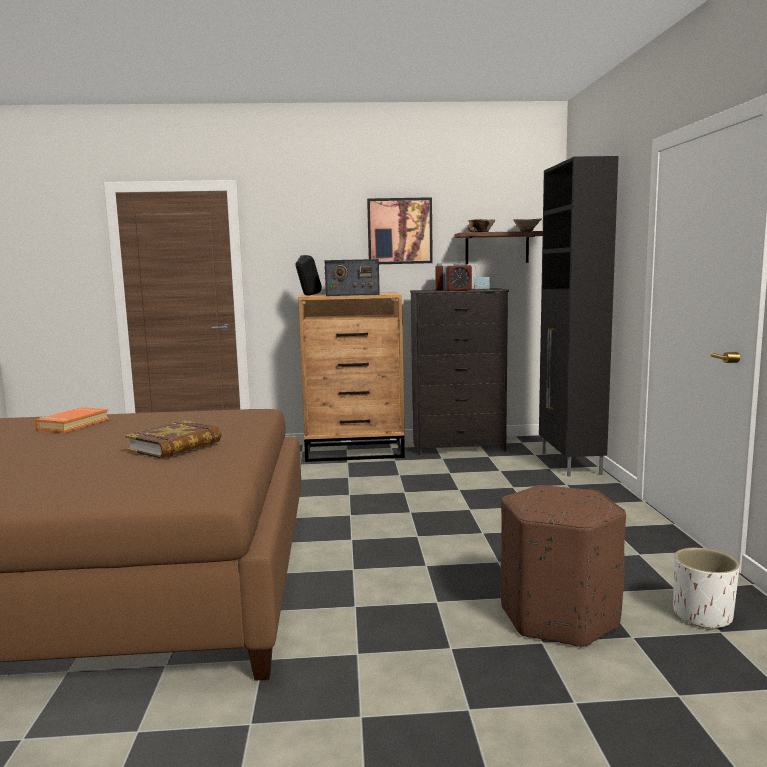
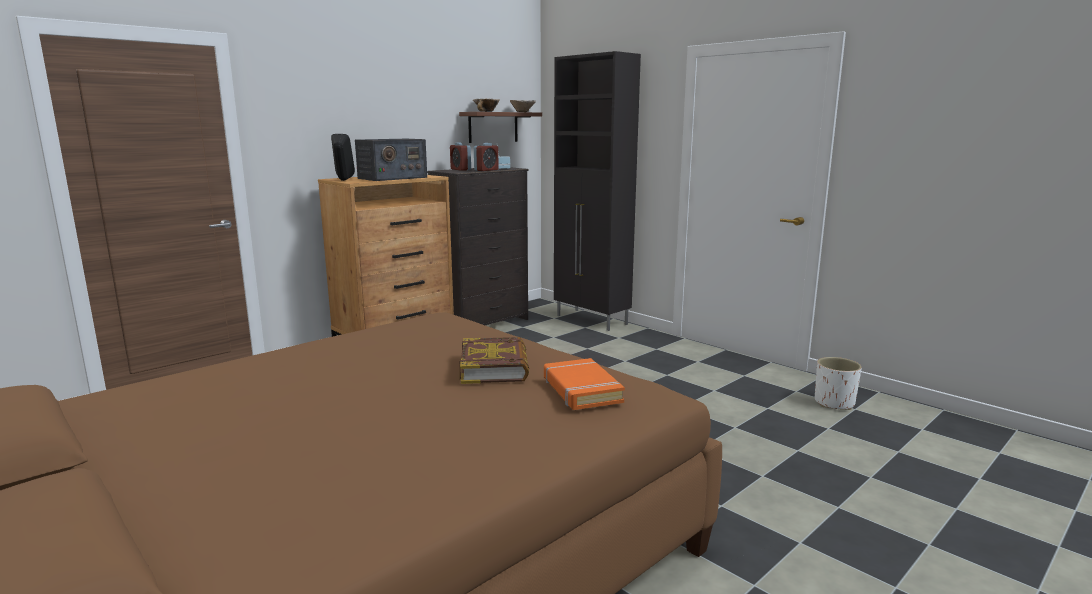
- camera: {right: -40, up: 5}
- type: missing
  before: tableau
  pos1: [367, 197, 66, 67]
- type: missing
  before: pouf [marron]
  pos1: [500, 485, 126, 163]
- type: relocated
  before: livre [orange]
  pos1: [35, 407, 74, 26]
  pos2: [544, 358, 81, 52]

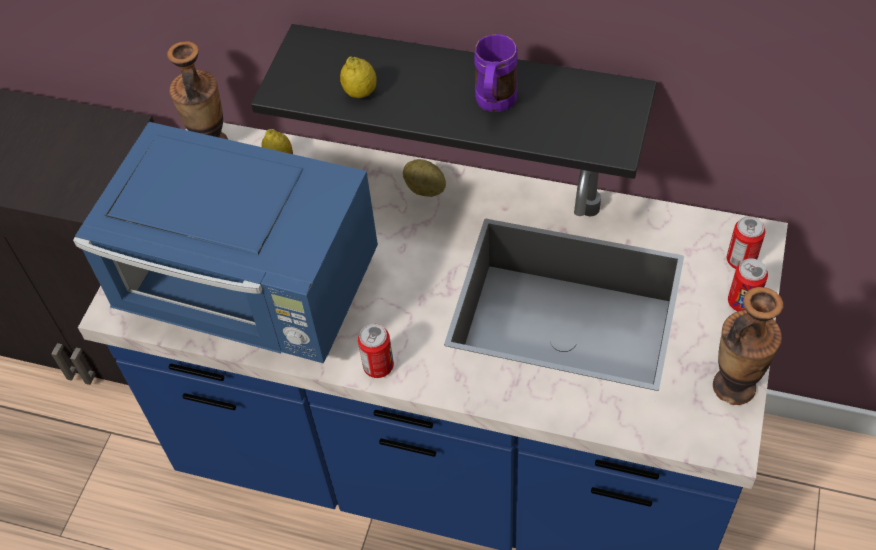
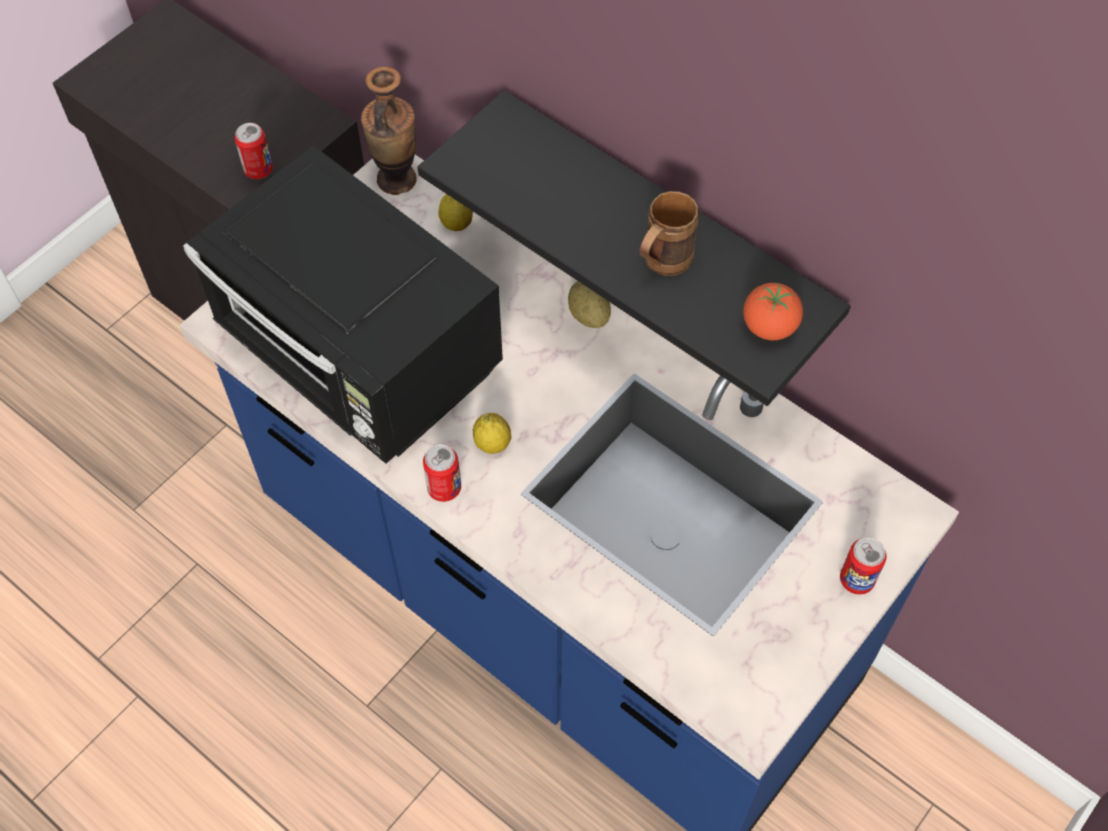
- camera: {right: 20, up: 5}
- type: missing
  before: vase
  pos1: [713, 287, 70, 118]
- type: appeared
  after: tomate
  pos2: [743, 283, 60, 57]
- type: relocated
  before: citron
  pos1: [340, 56, 37, 42]
  pos2: [473, 413, 38, 41]
- type: relocated
  before: boîte métallique
  pos1: [727, 216, 38, 53]
  pos2: [235, 123, 38, 56]
- type: colour
  before: micro-ondes [bleu]
  after: micro-ondes [noir]
  pos1: [73, 122, 305, 241]
  pos2: [183, 145, 320, 319]
- type: colour
  before: mug [violet]
  after: mug [marron]
  pos1: [474, 34, 44, 78]
  pos2: [640, 191, 59, 85]

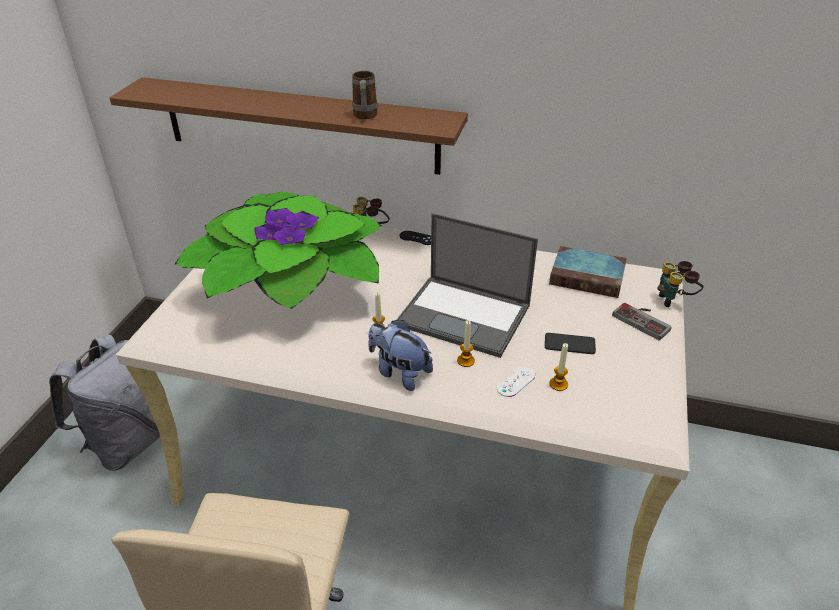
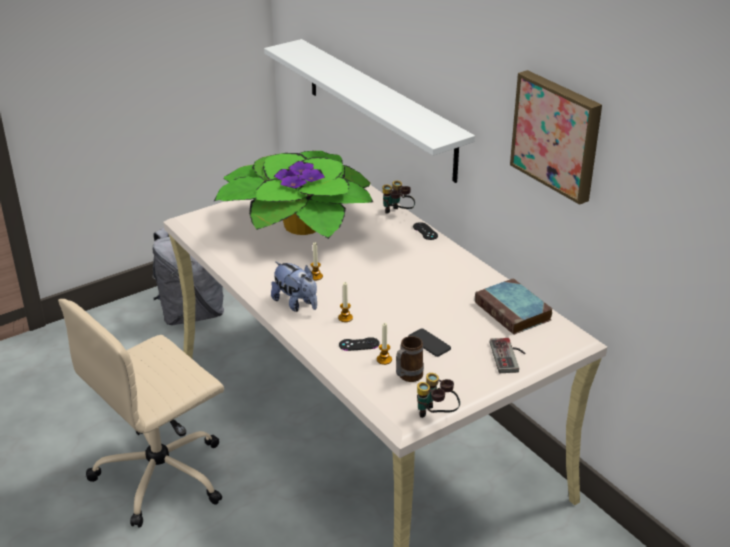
- camera: {right: 40, up: -5}
- type: missing
  before: ordinateur portable
  pos1: [397, 213, 141, 145]
- type: appeared
  after: tableau
  pos2: [510, 70, 92, 135]
- type: relocated
  before: mug
  pos1: [352, 71, 26, 48]
  pos2: [396, 336, 28, 46]
- type: relocated
  before: jumelles
  pos1: [657, 261, 47, 46]
  pos2: [417, 373, 43, 45]
- type: colour
  before: étagère [marron]
  after: étagère [blanc]
  pos1: [110, 77, 358, 98]
  pos2: [264, 39, 211, 144]
- type: colour
  before: manette [blanc]
  after: manette [noir]
  pos1: [497, 366, 38, 31]
  pos2: [339, 337, 40, 14]
- type: spun
  before: peluche
  pos1: [368, 320, 65, 71]
  pos2: [271, 261, 46, 51]
  turn: 150

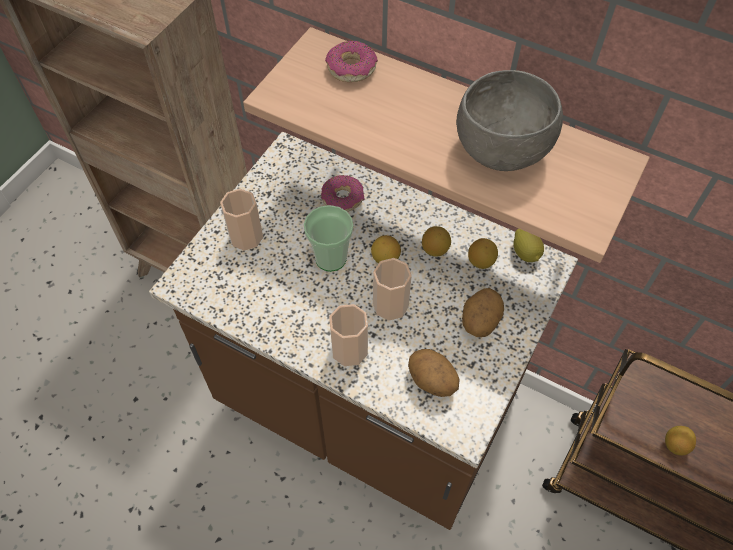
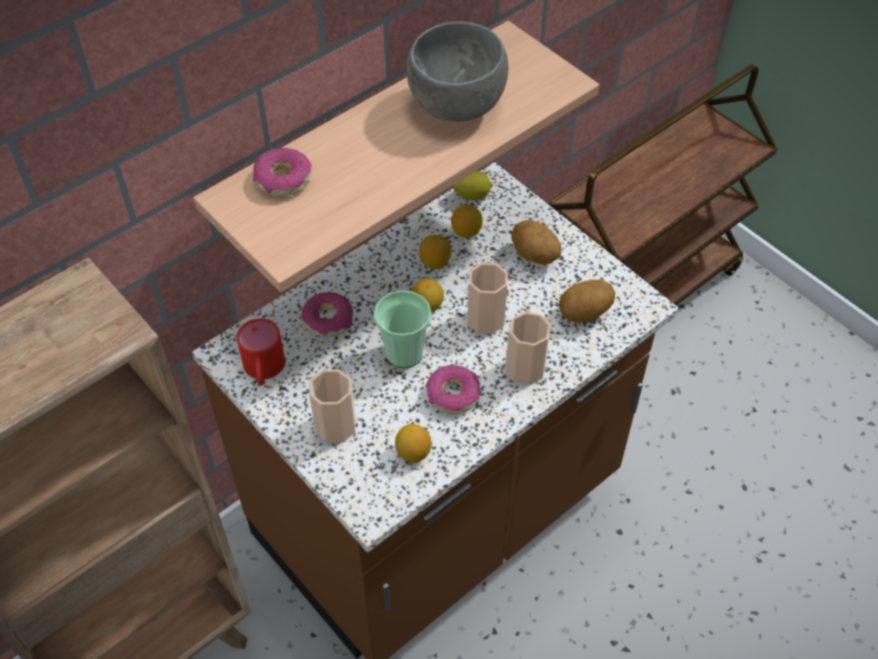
- camera: {right: -70, up: -5}
- type: appeared
  after: mug [rouge]
  pos2: [237, 319, 48, 67]
- type: appeared
  after: beignet
  pos2: [426, 365, 55, 50]
- type: relocated
  before: citron
  pos1: [665, 426, 31, 30]
  pos2: [395, 424, 36, 39]

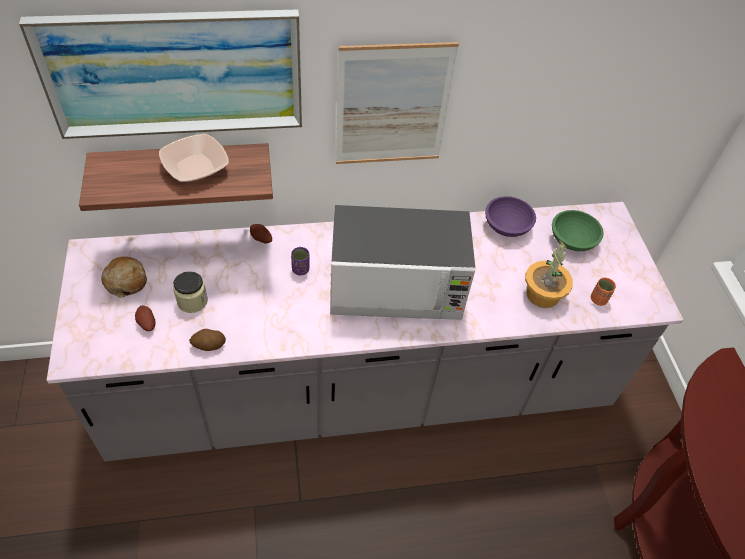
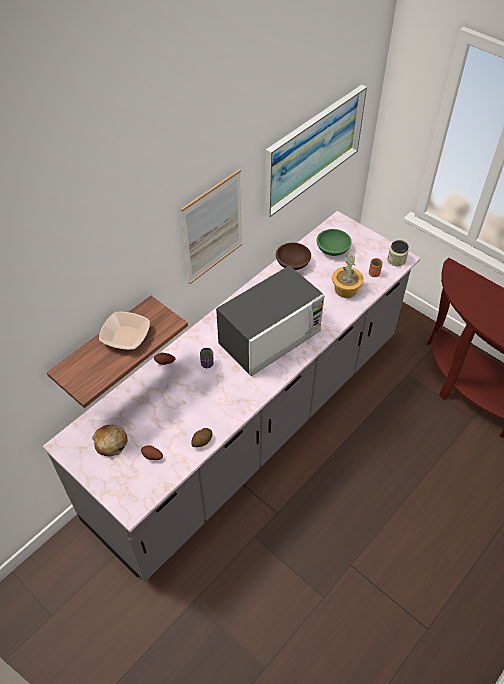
- camera: {right: -35, up: 0}
- type: relocated
  before: tableau
  pos1: [19, 9, 283, 130]
  pos2: [265, 85, 102, 133]
- type: relocated
  before: bocal
  pos1: [173, 271, 35, 42]
  pos2: [387, 240, 22, 26]
- type: colour
  before: bol [violet]
  after: bol [marron]
  pos1: [485, 196, 51, 41]
  pos2: [276, 243, 35, 27]

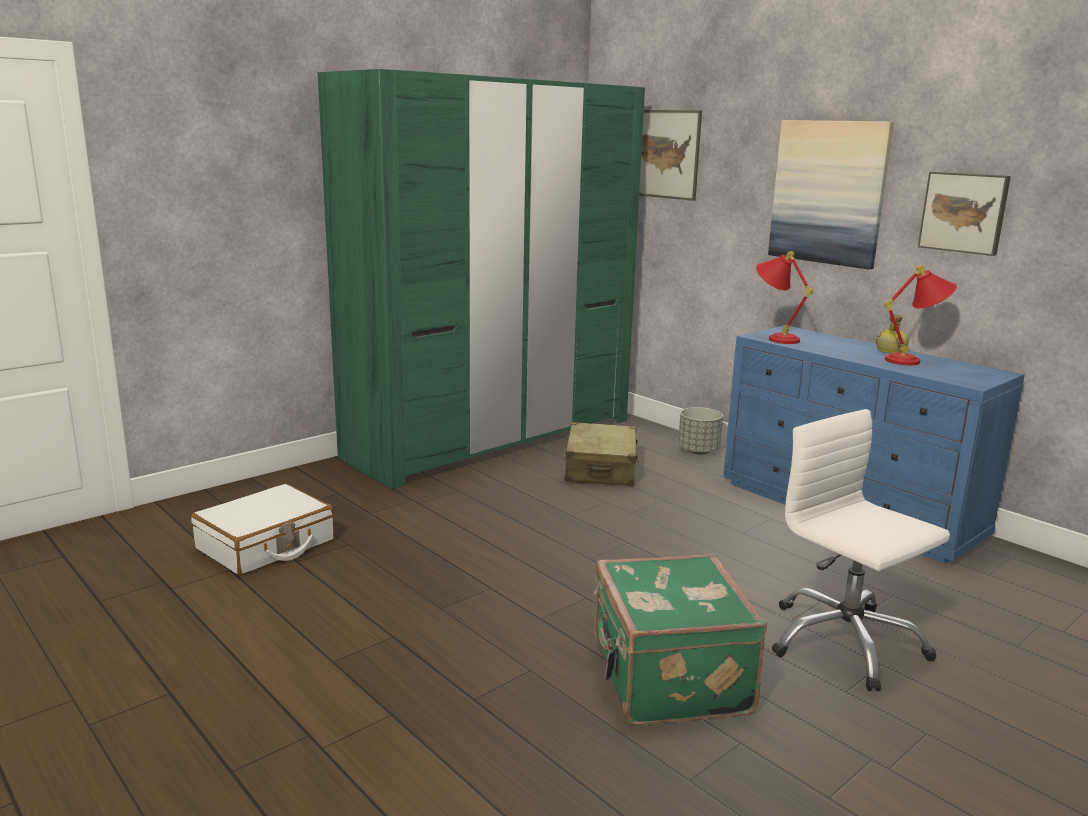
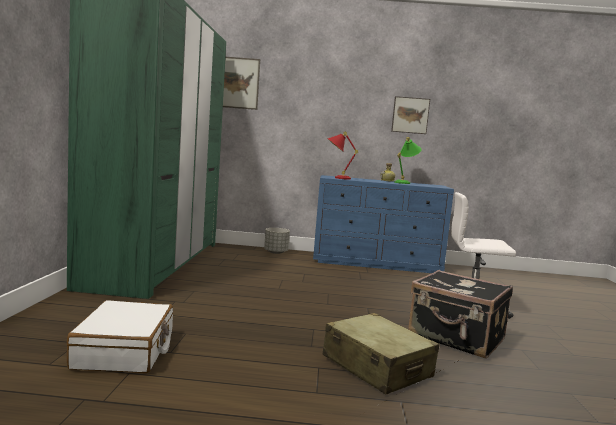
- camera: {right: -45, up: -10}
- type: missing
  before: tableau
  pos1: [768, 120, 126, 150]
- type: relocated
  before: valise [beige]
  pos1: [565, 422, 74, 65]
  pos2: [323, 313, 116, 82]
- type: colour
  before: valise [vert]
  after: valise [noir]
  pos1: [594, 554, 173, 171]
  pos2: [408, 270, 105, 89]
- type: colour
  before: lampe de table [rouge]
  after: lampe de table [vert]
  pos1: [884, 265, 73, 100]
  pos2: [394, 137, 28, 47]

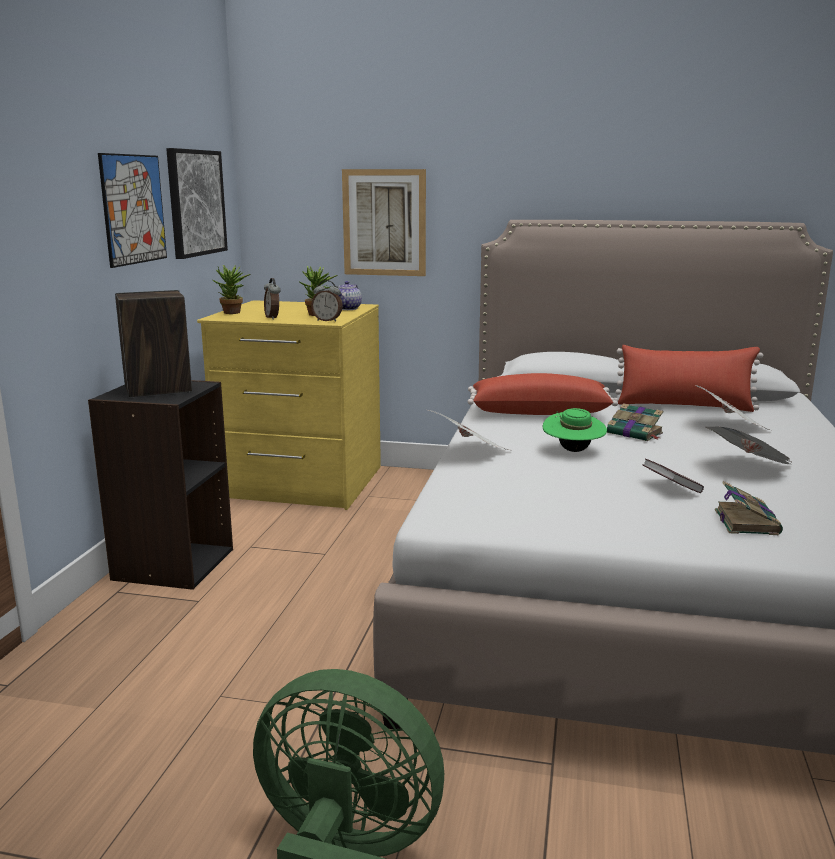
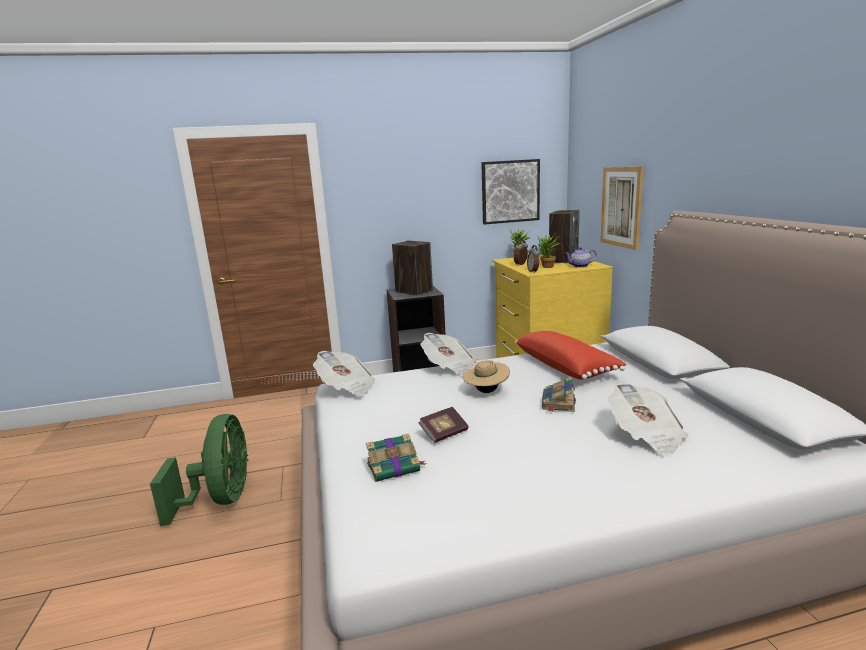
- camera: {right: 65, up: 0}
- type: missing
  before: tableau
  pos1: [98, 153, 69, 115]
- type: missing
  before: coussin [rouge]
  pos1: [614, 345, 149, 67]
- type: appeared
  after: enceinte
  pos2: [549, 210, 31, 53]
- type: relocated
  before: journal
  pos1: [706, 426, 87, 38]
  pos2: [313, 351, 62, 45]
- type: colour
  before: chapeau [vert]
  after: chapeau [beige]
  pos1: [543, 408, 64, 44]
  pos2: [463, 358, 47, 35]

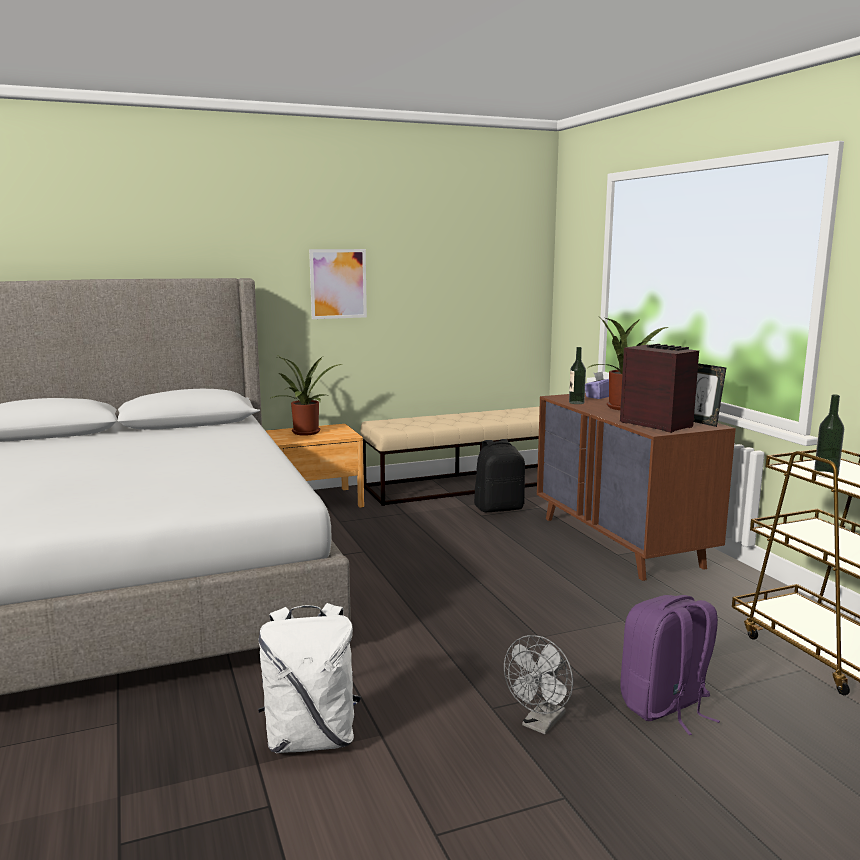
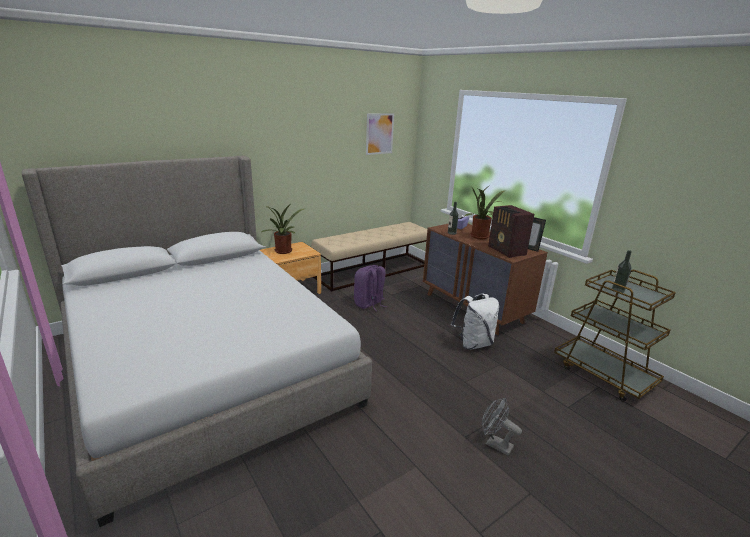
- camera: {right: -15, up: 10}
- type: missing
  before: sac à dos [noir]
  pos1: [474, 439, 51, 73]
- type: relocated
  before: sac à dos [blanc]
  pos1: [258, 603, 103, 150]
  pos2: [451, 293, 48, 57]
- type: relocated
  before: tableau
  pos1: [309, 249, 58, 70]
  pos2: [366, 113, 28, 42]
- type: relocated
  before: sac à dos [violet]
  pos1: [620, 595, 100, 140]
  pos2: [354, 265, 33, 47]
- type: spun
  before: ventilateur [gris]
  pos1: [504, 635, 69, 99]
  pos2: [482, 398, 40, 58]
  turn: 105
- type: spun
  before: radio
  pos1: [620, 344, 79, 89]
  pos2: [488, 205, 46, 53]
  turn: -150

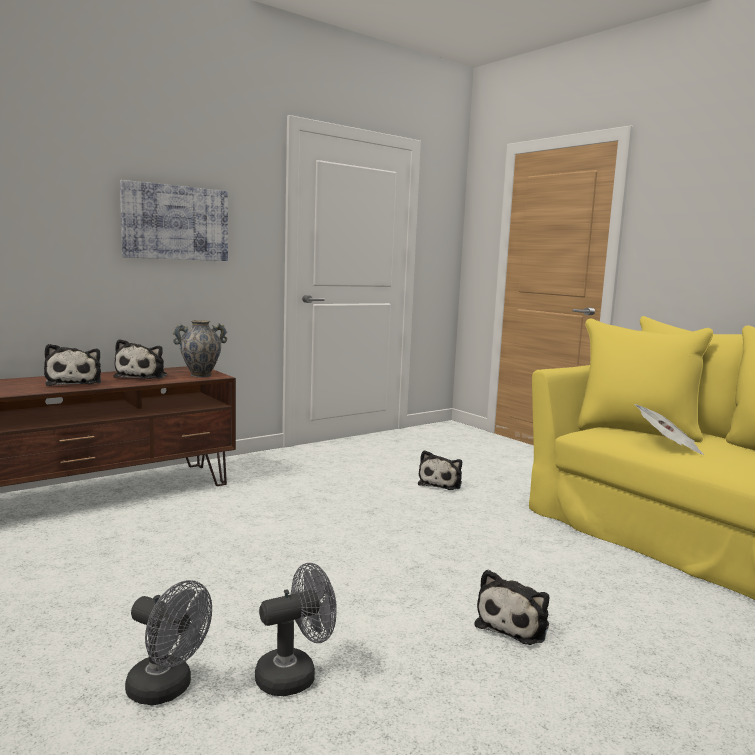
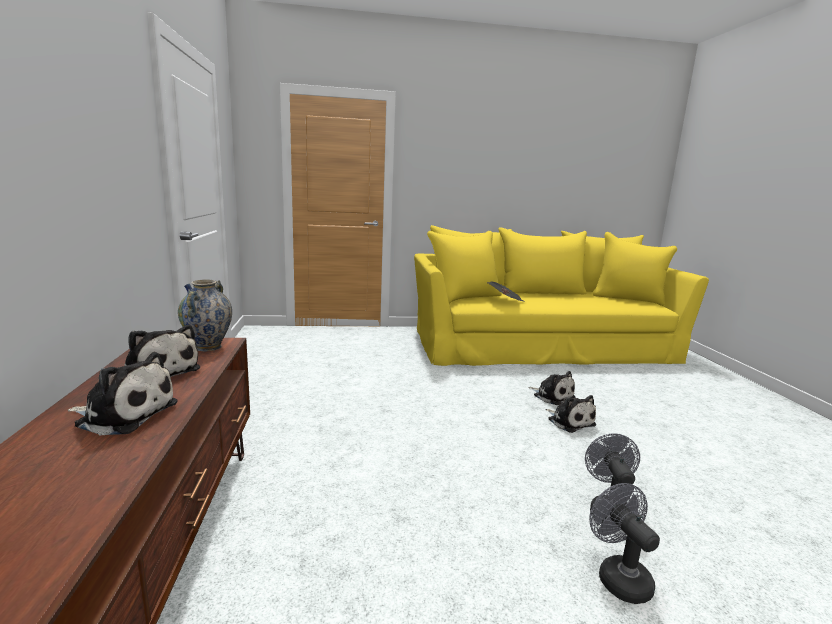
- camera: {right: -60, up: 5}
- type: missing
  before: tableau
  pos1: [120, 180, 108, 81]
- type: relocated
  before: peluche
  pos1: [418, 450, 44, 40]
  pos2: [528, 371, 47, 34]
- type: spun
  before: ventilateur [gris]
  pos1: [125, 580, 87, 125]
  pos2: [589, 483, 71, 121]
  turn: -75

